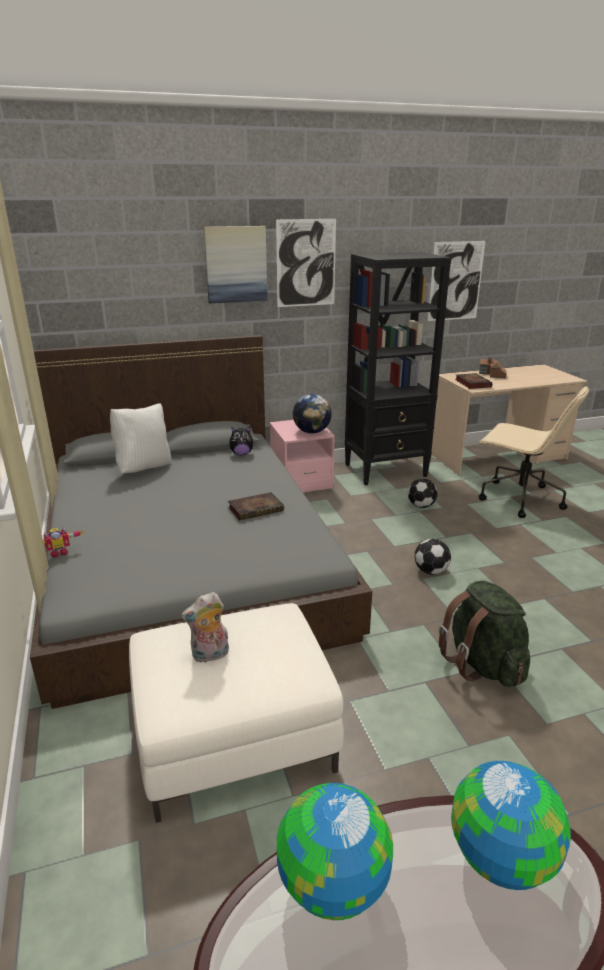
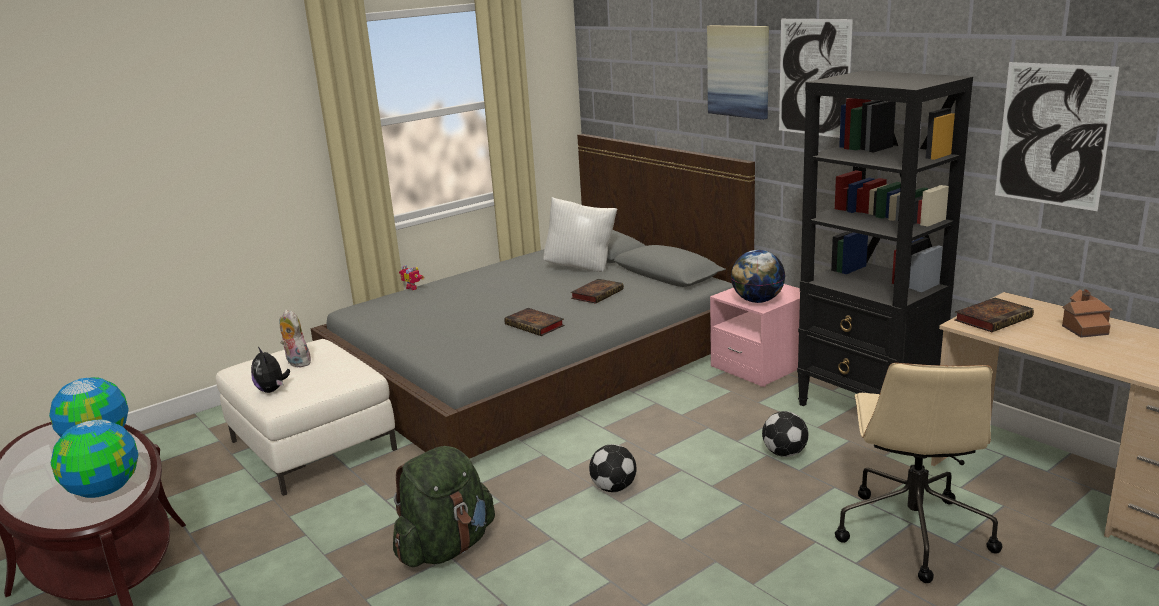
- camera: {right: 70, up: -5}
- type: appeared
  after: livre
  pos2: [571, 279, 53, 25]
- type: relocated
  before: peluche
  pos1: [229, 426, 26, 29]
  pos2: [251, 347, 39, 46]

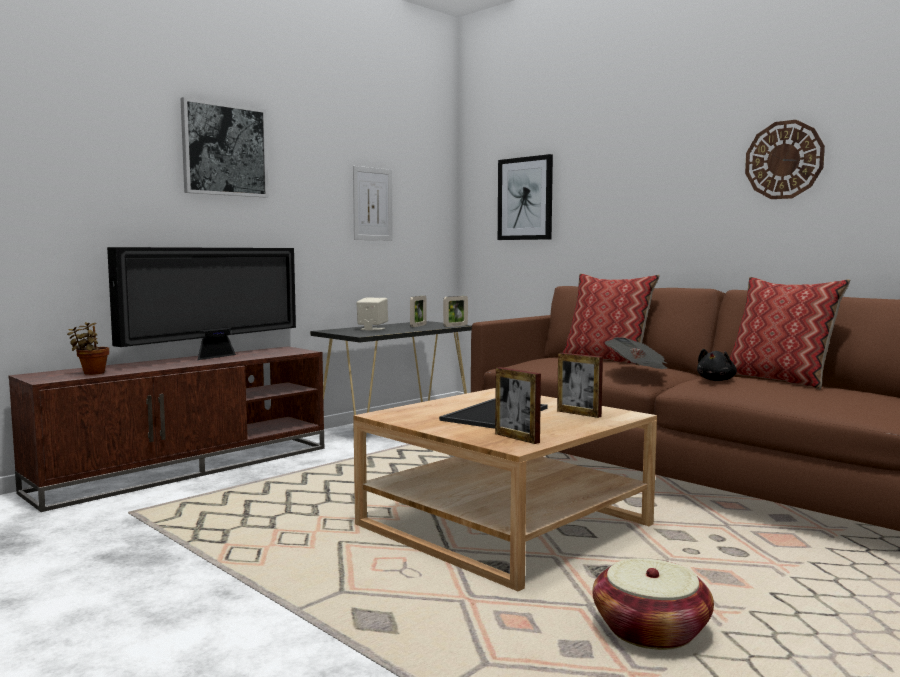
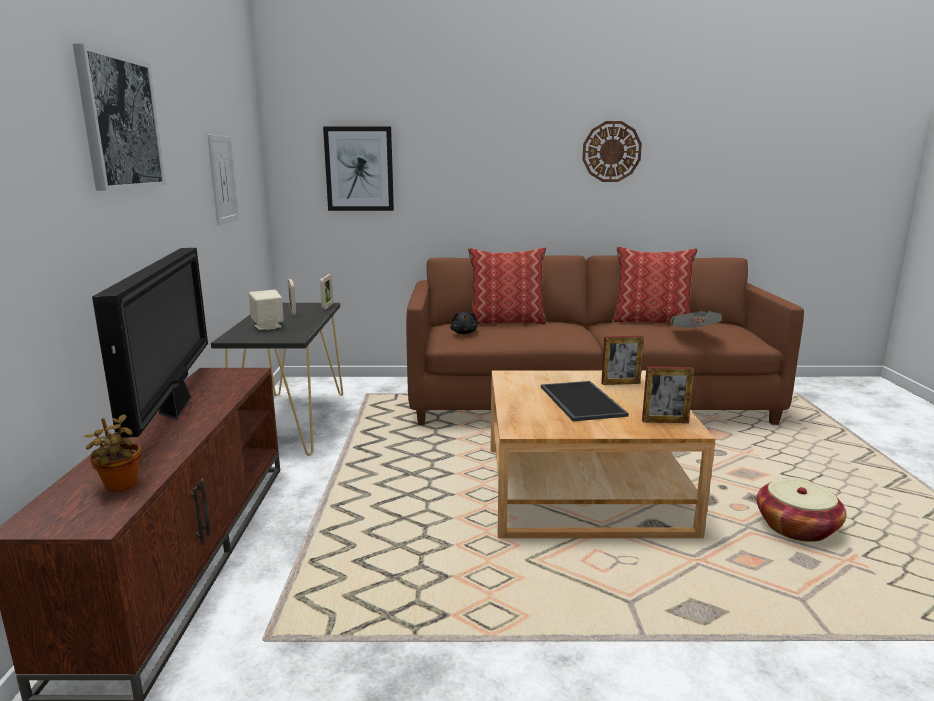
- camera: {right: -45, up: 10}
- type: relocated
  before: journal
  pos1: [605, 337, 62, 32]
  pos2: [670, 311, 52, 17]
- type: relocated
  before: peluche [noir]
  pos1: [697, 349, 40, 32]
  pos2: [450, 312, 28, 22]

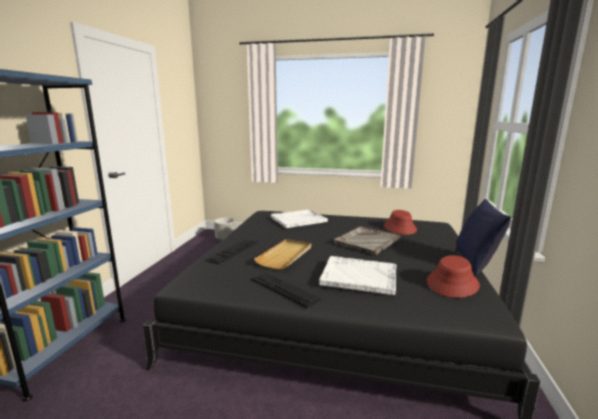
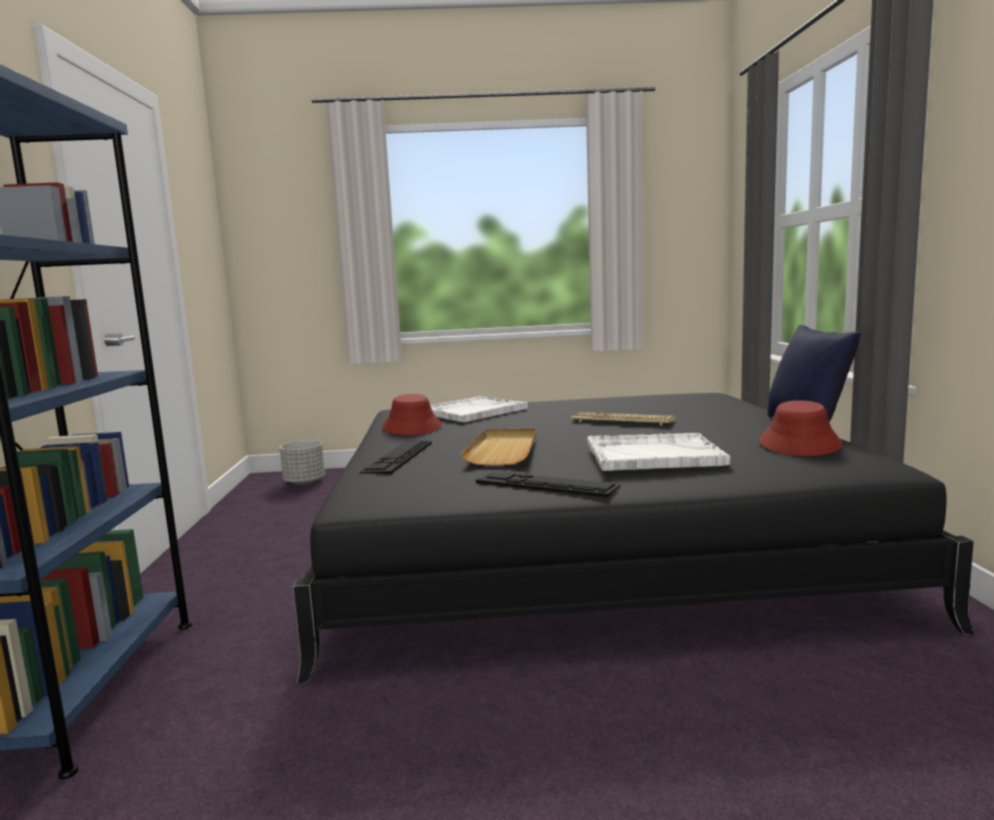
- camera: {right: -15, up: -5}
- type: relocated
  before: chapeau [rouge]
  pos1: [384, 210, 33, 25]
  pos2: [382, 394, 60, 41]
- type: exchanged
  before: plateau [gris]
  after: clavier
  pos1: [334, 227, 66, 28]
  pos2: [571, 412, 105, 14]

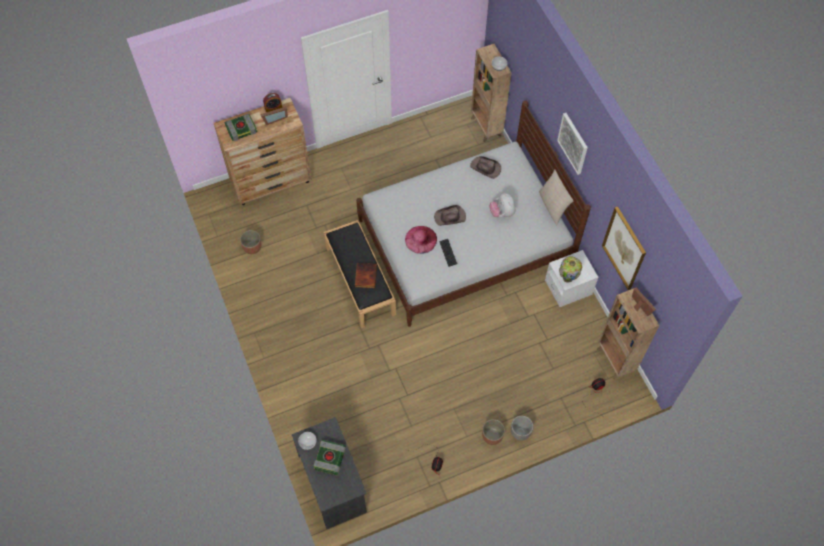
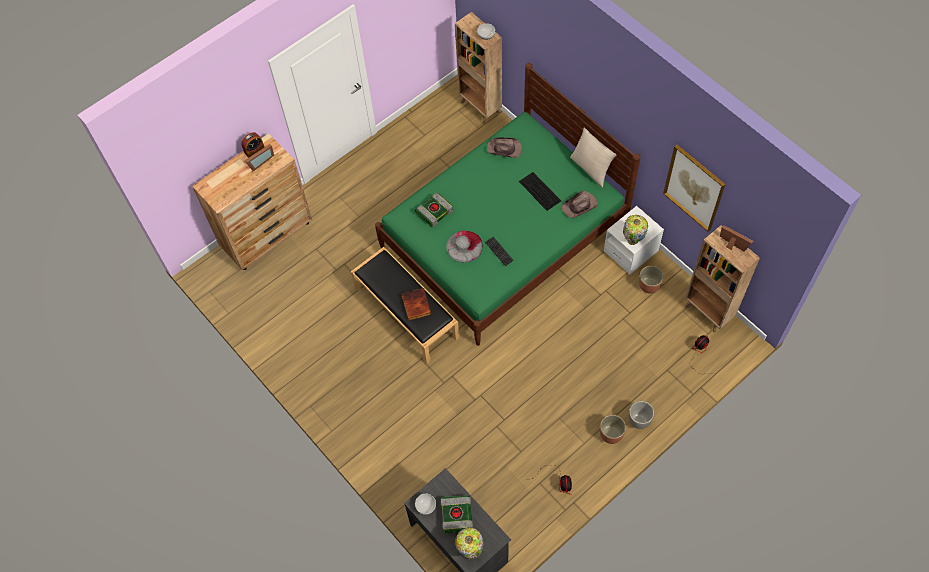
- camera: {right: -15, up: 0}
- type: missing
  before: tableau
  pos1: [557, 113, 31, 62]
- type: appeared
  after: lampe de table
  pos2: [455, 528, 29, 31]
- type: relocated
  before: livre
  pos1: [224, 114, 33, 27]
  pos2: [415, 192, 38, 35]
- type: relocated
  before: cache-pot
  pos1: [240, 230, 21, 24]
  pos2: [639, 266, 25, 28]
- type: relocated
  before: chapeau [marron]
  pos1: [434, 205, 32, 21]
  pos2: [562, 191, 36, 27]
- type: exchanged
  before: peluche
  after: clavier
  pos1: [489, 193, 26, 24]
  pos2: [519, 172, 42, 39]
- type: colour
  before: lit [blanc]
  after: lit [vert]
  pos1: [356, 101, 235, 226]
  pos2: [375, 63, 266, 283]
- type: colour
  before: chapeau [rose]
  after: chapeau [gris]
  pos1: [405, 226, 32, 28]
  pos2: [446, 231, 37, 31]

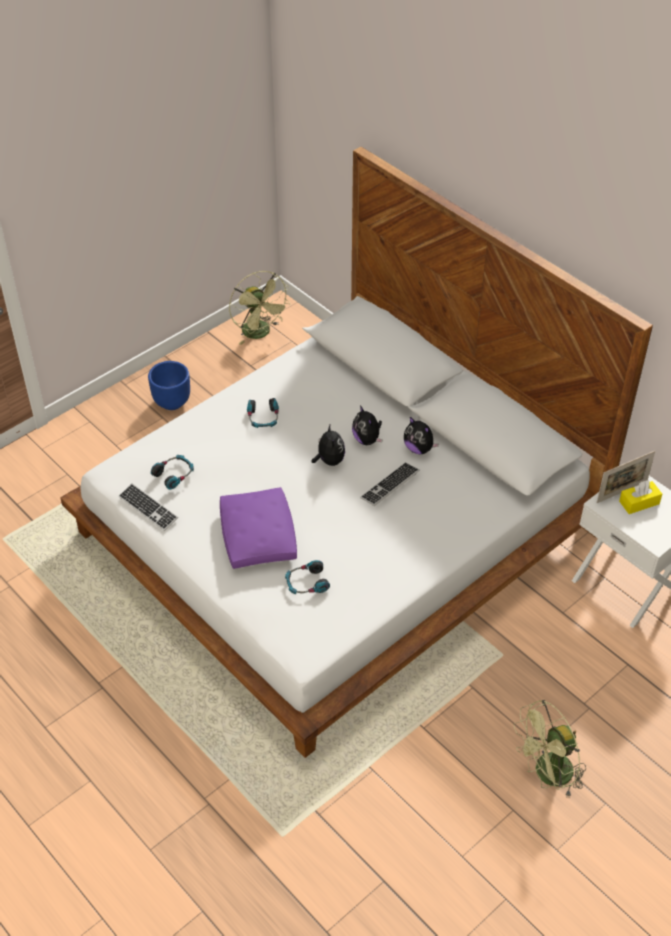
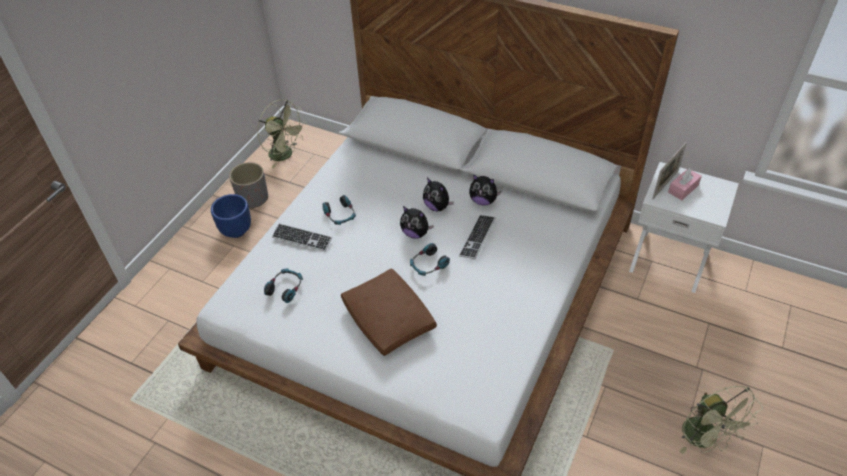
- camera: {right: -20, up: 0}
- type: appeared
  after: cache-pot [gris]
  pos2: [229, 162, 39, 47]
- type: relocated
  before: clavier
  pos1: [118, 483, 60, 48]
  pos2: [272, 223, 60, 29]
- type: relocated
  before: casque audio
  pos1: [285, 560, 45, 34]
  pos2: [410, 243, 40, 33]
- type: colour
  before: coussin [violet]
  after: coussin [marron]
  pos1: [220, 487, 77, 82]
  pos2: [341, 268, 96, 88]
- type: colour
  before: boîte à mouchoirs [jaune]
  after: boîte à mouchoirs [rose]
  pos1: [619, 480, 43, 34]
  pos2: [668, 168, 34, 32]
- type: spun
  before: peluche
  pos1: [311, 425, 34, 41]
  pos2: [400, 206, 34, 33]
  turn: 150
- type: spun
  before: ventilateur [vert]
  pos1: [514, 700, 72, 98]
  pos2: [679, 386, 84, 68]
  turn: -60

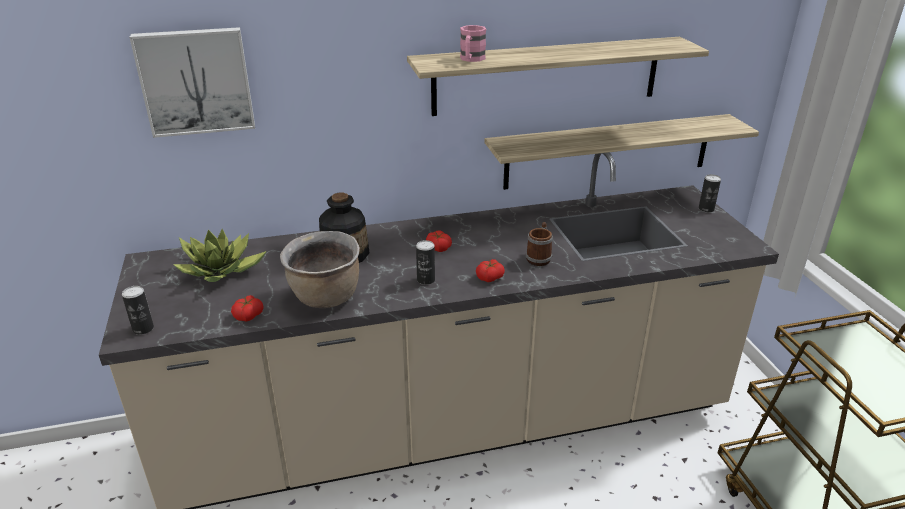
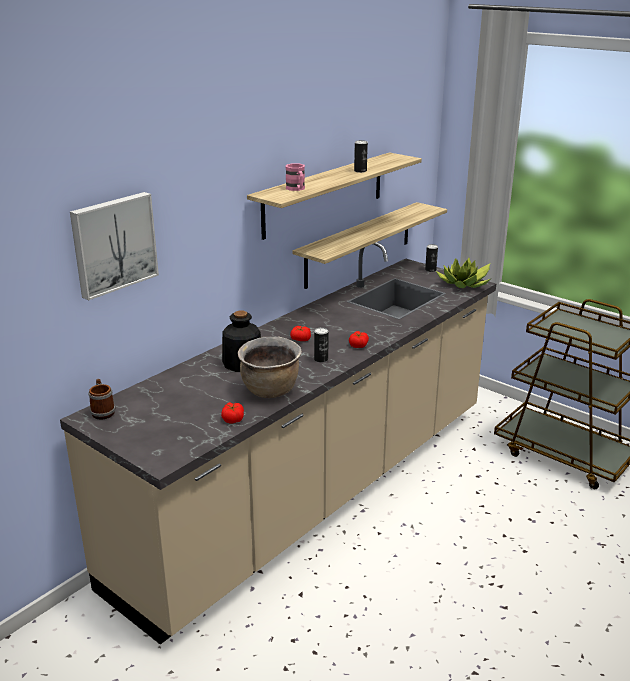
- camera: {right: -35, up: -5}
- type: relocated
  before: boîte métallique
  pos1: [122, 286, 32, 49]
  pos2: [354, 140, 14, 33]
- type: relocated
  before: plante en pot
  pos1: [173, 229, 94, 53]
  pos2: [436, 258, 54, 30]
- type: relocated
  before: mug
  pos1: [526, 222, 27, 44]
  pos2: [88, 379, 27, 41]

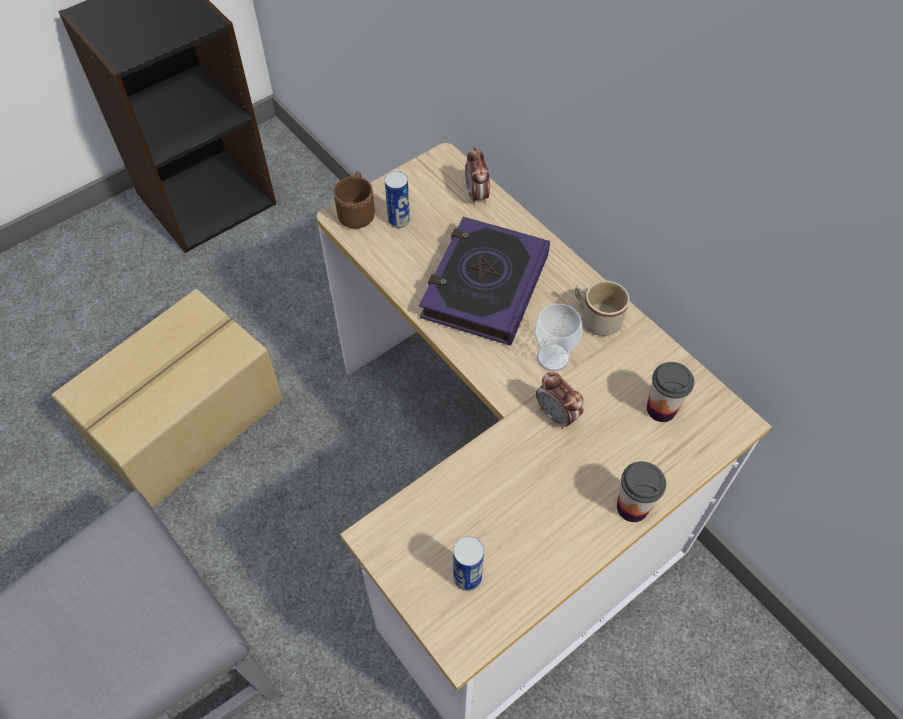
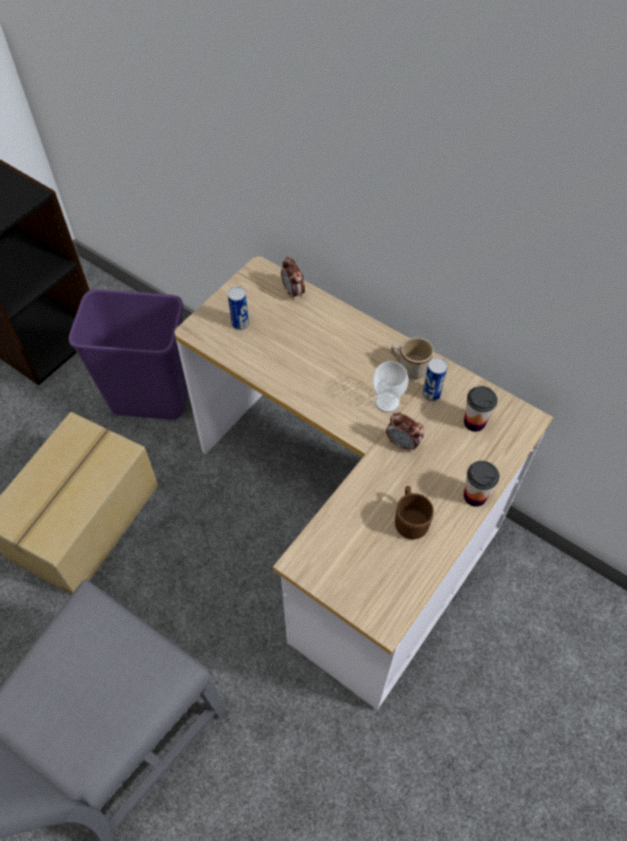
- camera: {right: -15, up: 0}
- type: missing
  before: livre
  pos1: [419, 217, 131, 129]
- type: appeared
  after: poubelle [violet]
  pos2: [69, 289, 119, 131]
- type: relocated
  before: mug [marron]
  pos1: [333, 171, 42, 58]
  pos2: [395, 486, 39, 53]
- type: relocated
  before: boîte métallique
  pos1: [453, 536, 31, 55]
  pos2: [422, 358, 26, 43]

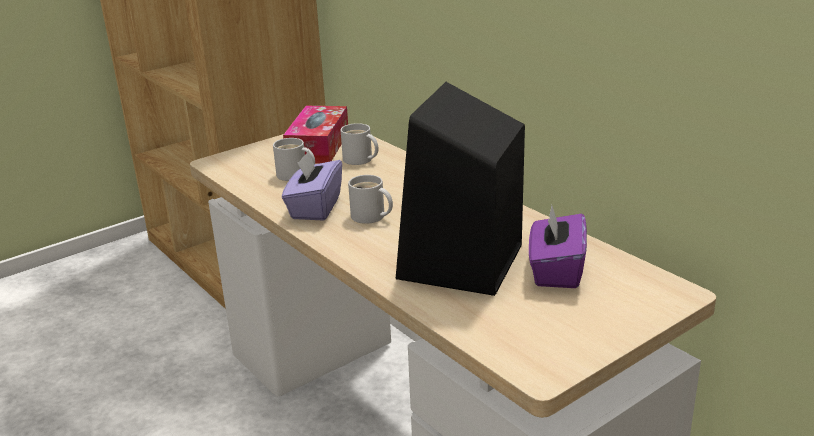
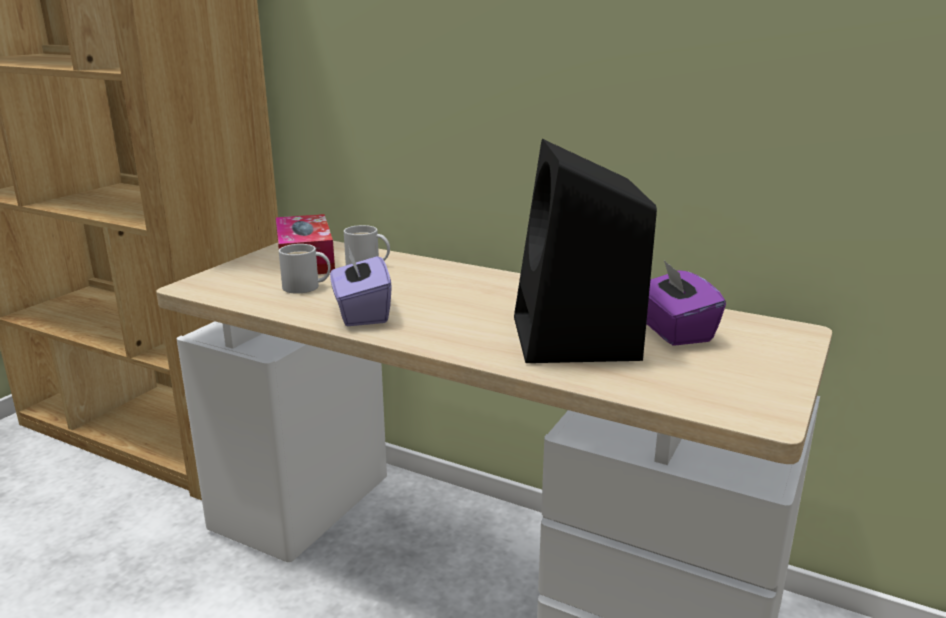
- camera: {right: -25, up: -5}
- type: missing
  before: mug [blanc]
  pos1: [348, 175, 45, 49]

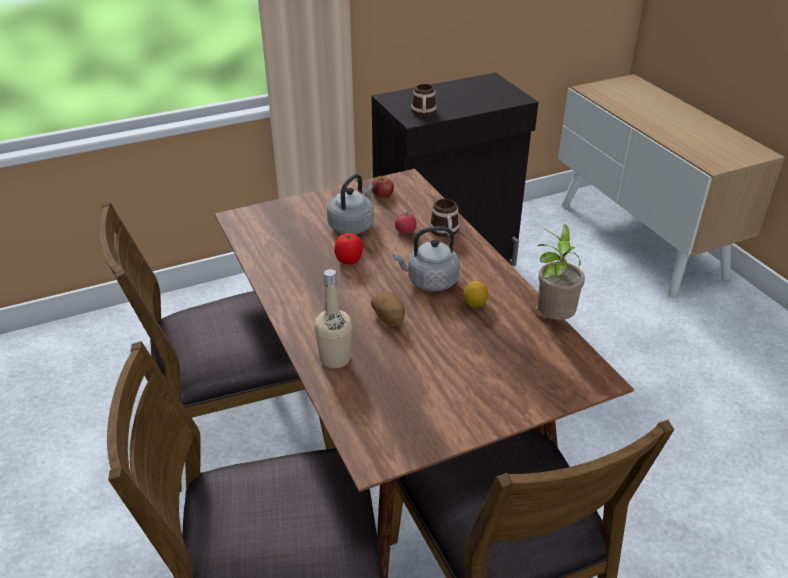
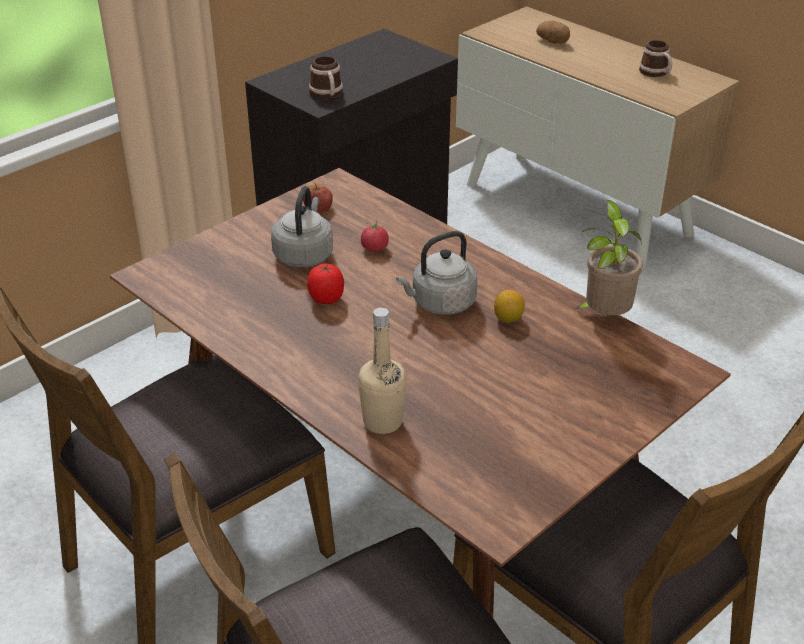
- camera: {right: -20, up: 0}
- type: relocated
  before: pomme de terre
  pos1: [371, 292, 34, 35]
  pos2: [536, 20, 34, 24]
- type: relocated
  before: mug
  pos1: [429, 199, 31, 38]
  pos2: [639, 40, 33, 37]

